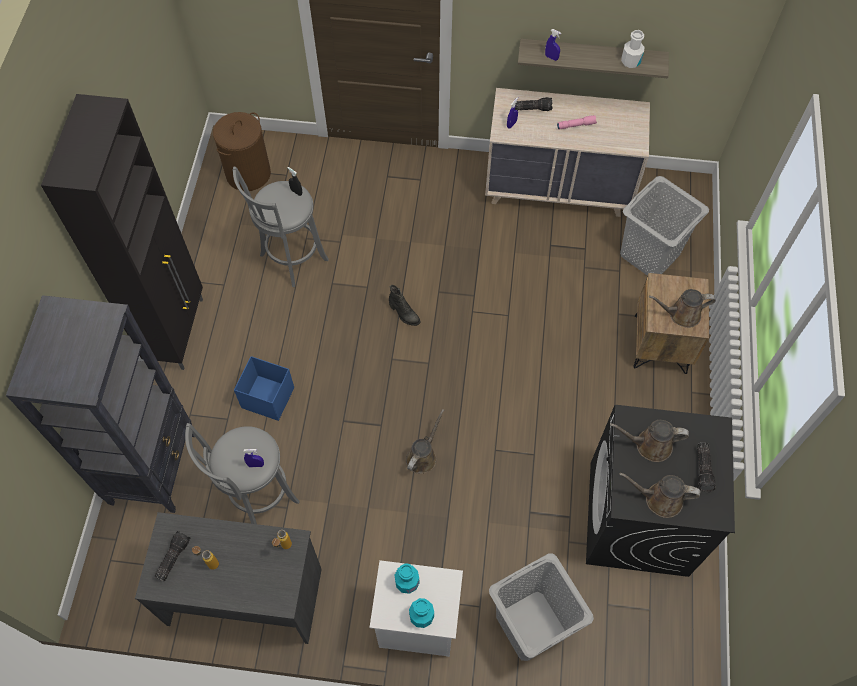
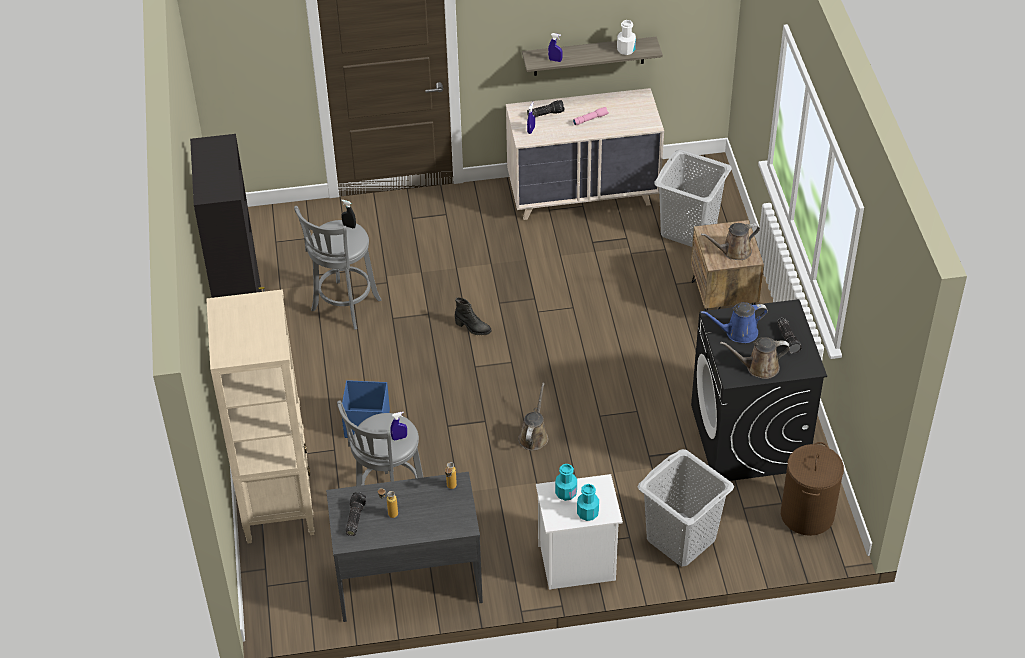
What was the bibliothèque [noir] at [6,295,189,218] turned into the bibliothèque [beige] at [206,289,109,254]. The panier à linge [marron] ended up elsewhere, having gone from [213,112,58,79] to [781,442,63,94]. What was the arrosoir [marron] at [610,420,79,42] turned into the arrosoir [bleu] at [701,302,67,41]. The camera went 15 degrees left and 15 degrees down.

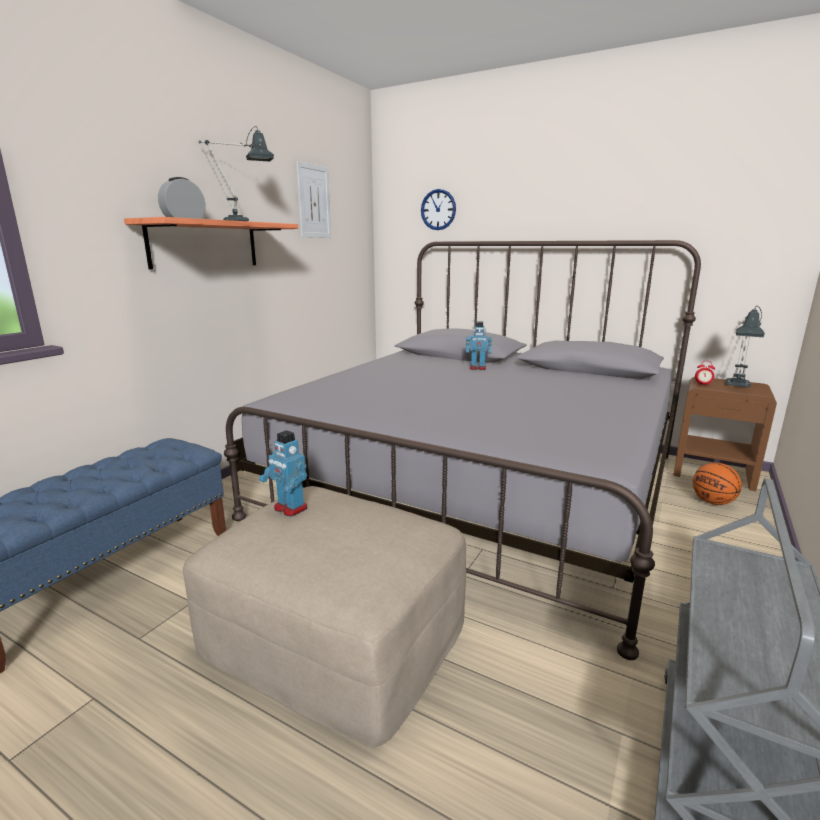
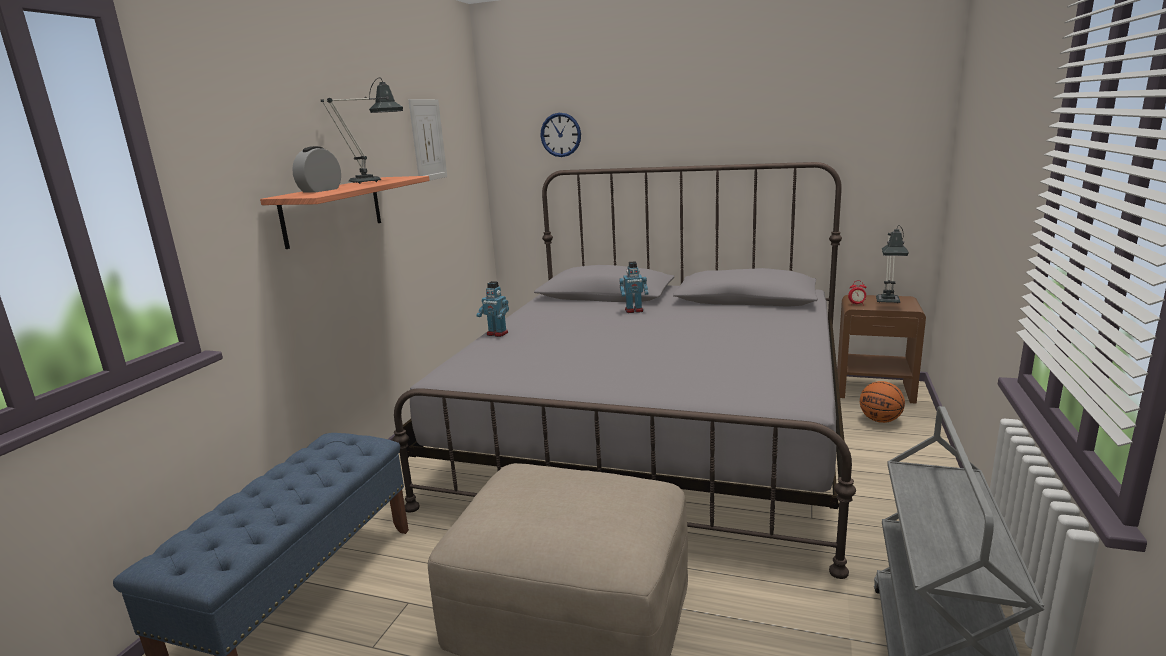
The robot jouet ended up elsewhere, having gone from [259,430,48,86] to [477,281,32,56]. The camera went 10 degrees left and 0 degrees up.

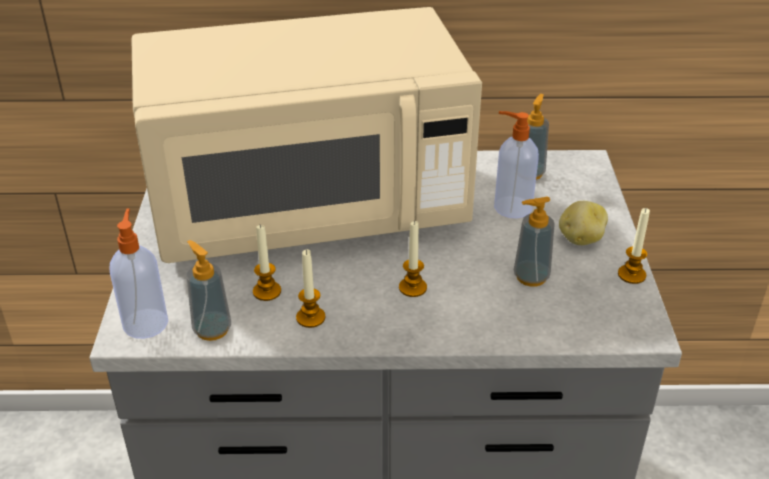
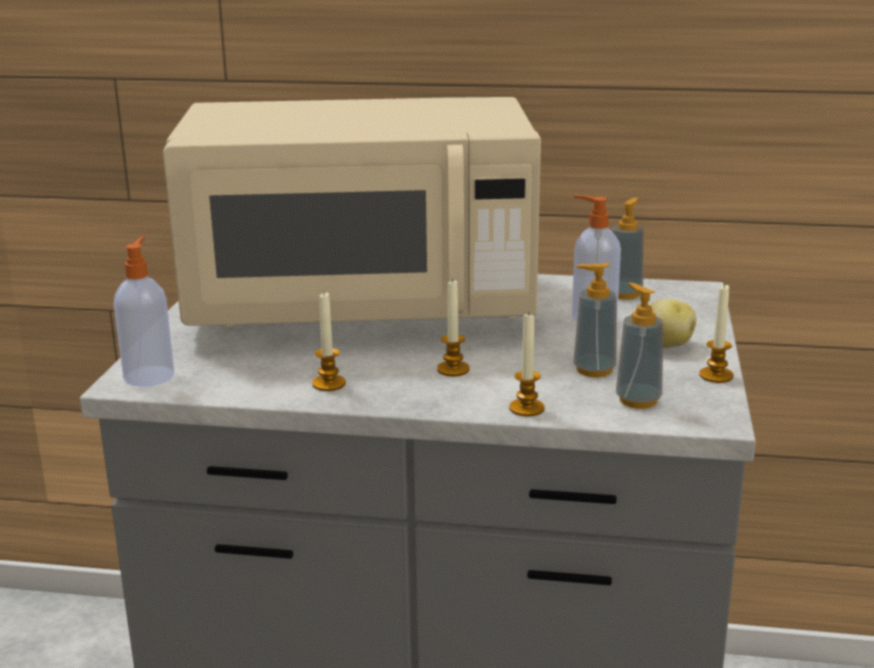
The distributeur de savon ended up elsewhere, having gone from [187,240,44,101] to [616,283,47,126]. The bougie ended up elsewhere, having gone from [253,225,28,76] to [509,313,36,104]. The camera went 10 degrees right and 15 degrees down.

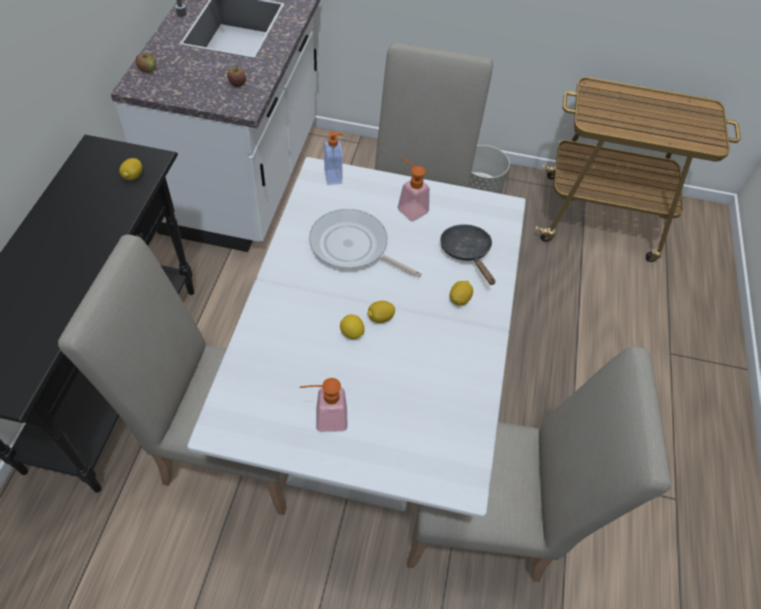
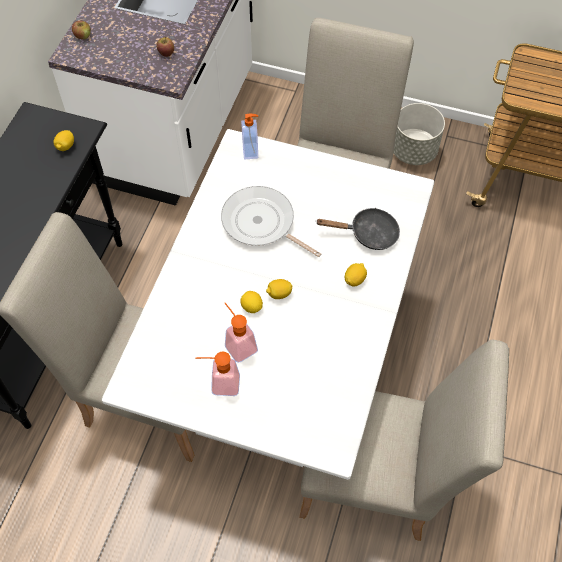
The distributeur de savon ended up elsewhere, having gone from [397,158,33,64] to [224,303,34,60]. The poêle [noir] at [440,224,55,61] ended up facing another way, 105 degrees clockwise from before. The camera went 10 degrees right and 5 degrees up.

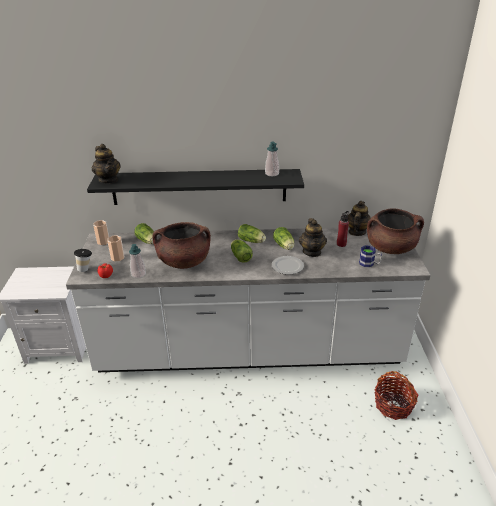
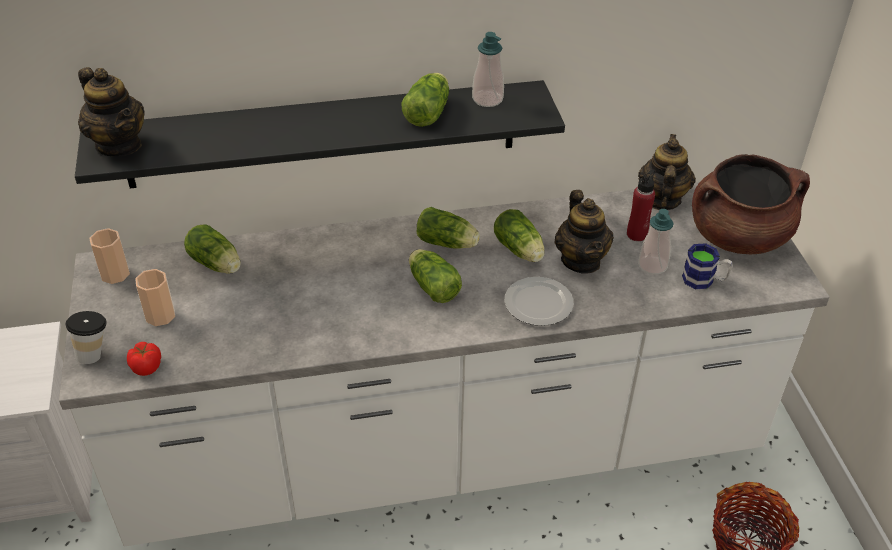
The distributeur de savon ended up elsewhere, having gone from [129,244,17,34] to [638,209,35,66]. The second view lost the marmite [marron] at [152,222,59,47]. The second view gained the laitue at [401,73,48,54]. The camera went 10 degrees left and 10 degrees up.

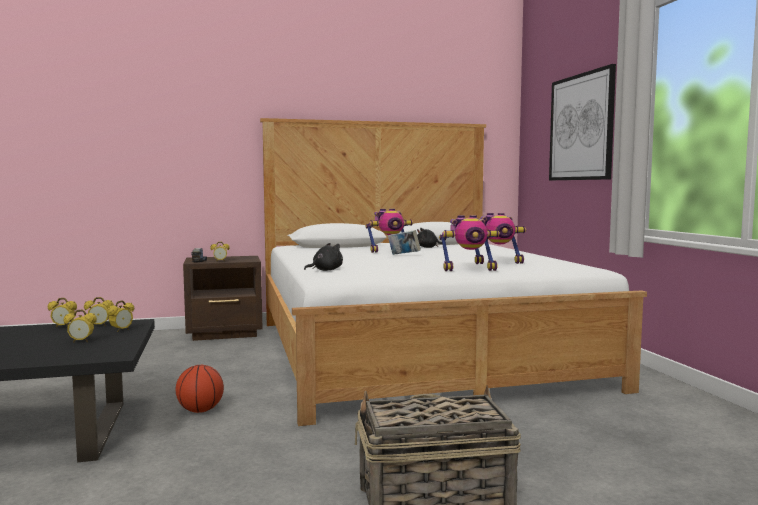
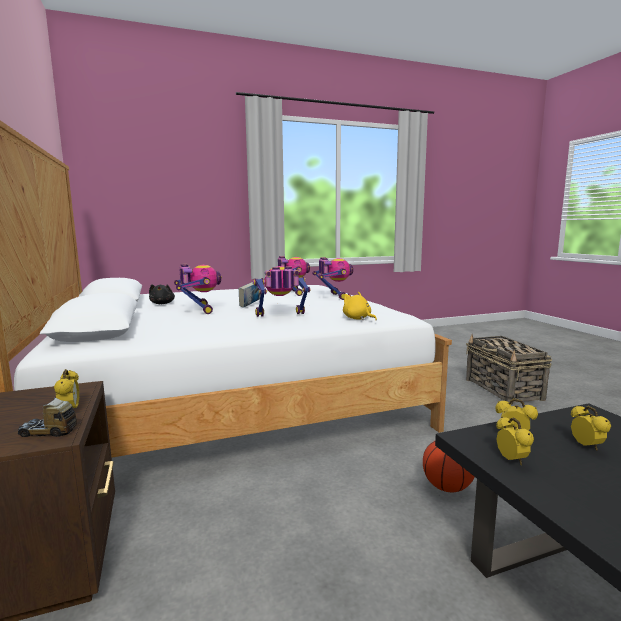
The second view lost the réveil at [48,298,29,29]. What was the peluche [noir] at [304,243,39,28] turned into the peluche [jaune] at [343,292,34,28]. The second view lost the tableau at [549,64,67,116]. The second view gained the robot jouet at [253,266,58,51]. The camera went 95 degrees left and 5 degrees up.

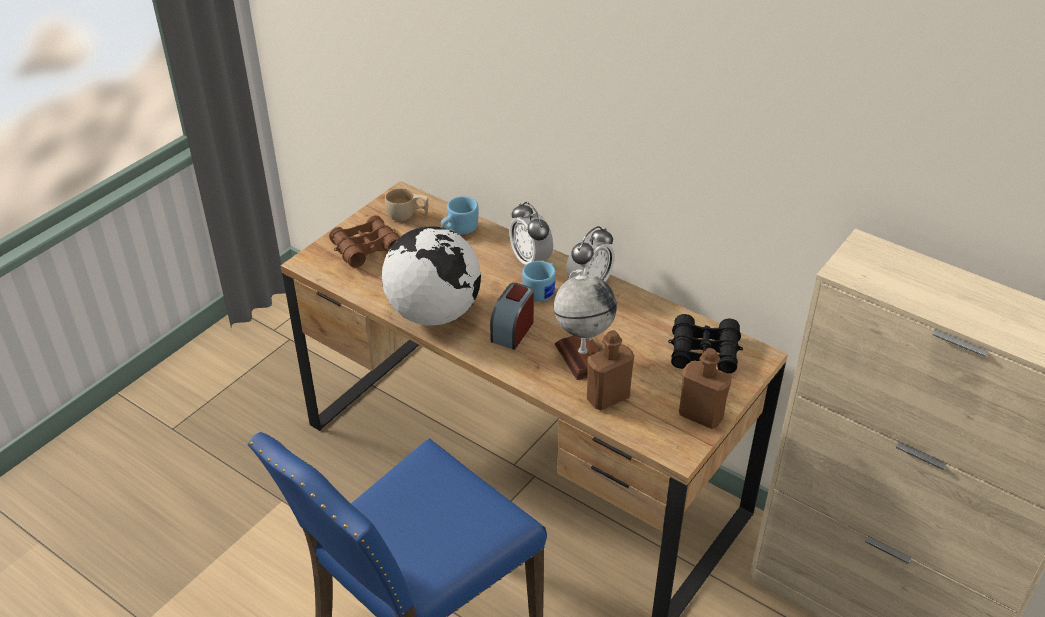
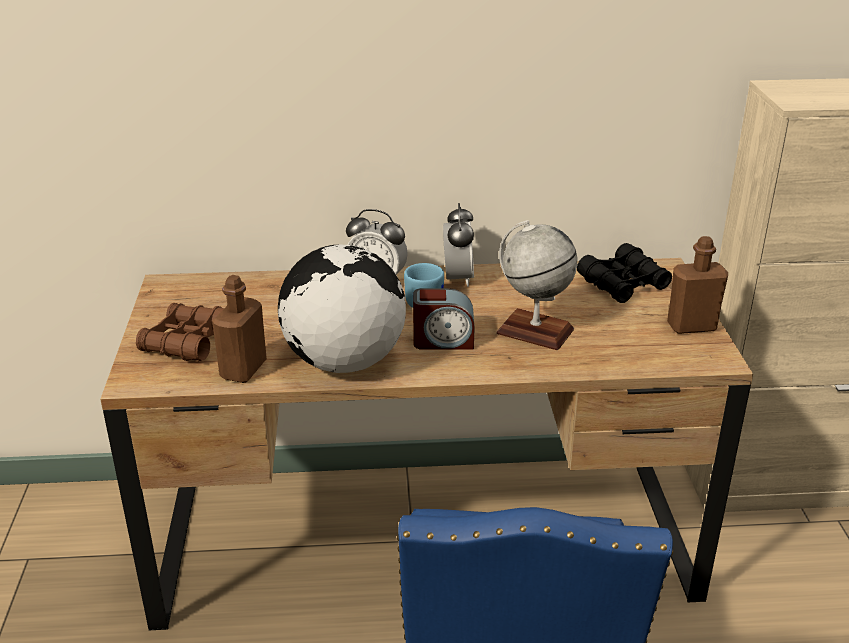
The second view lost the tasse [beige] at [385,188,43,33]. The second view lost the mug [bleu] at [441,196,37,38]. The réveil at [490,283,44,67] ended up facing another way, 75 degrees counterclockwise from before. The bouteille [marron] ended up elsewhere, having gone from [587,330,47,81] to [212,275,55,108]. The camera went 40 degrees left and 10 degrees down.

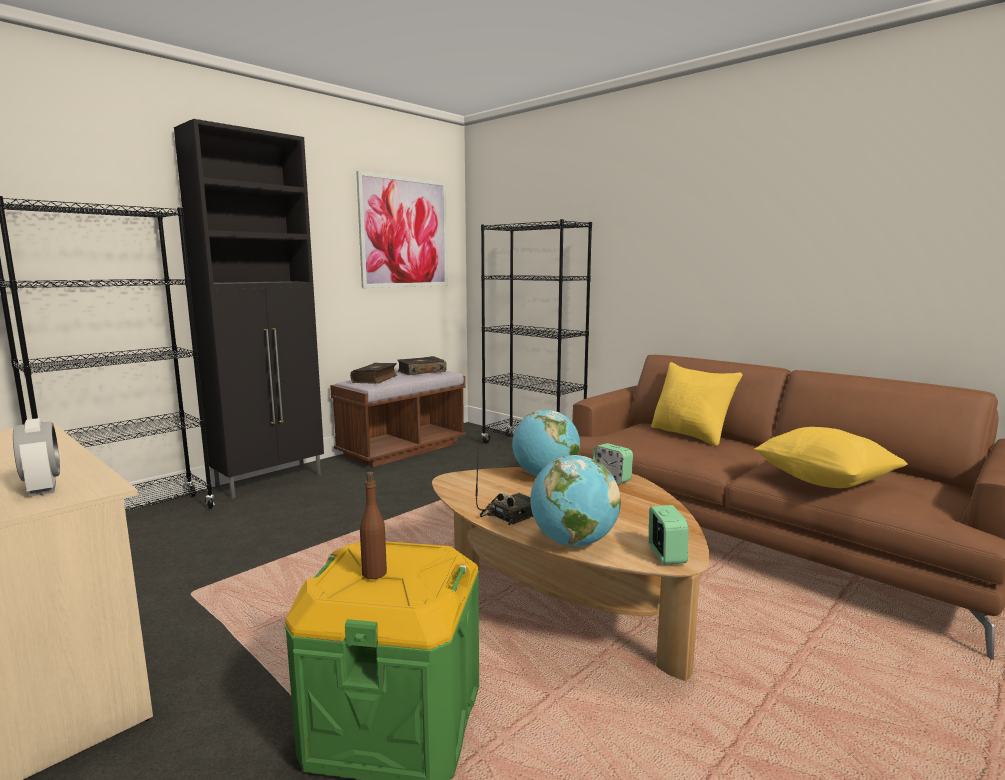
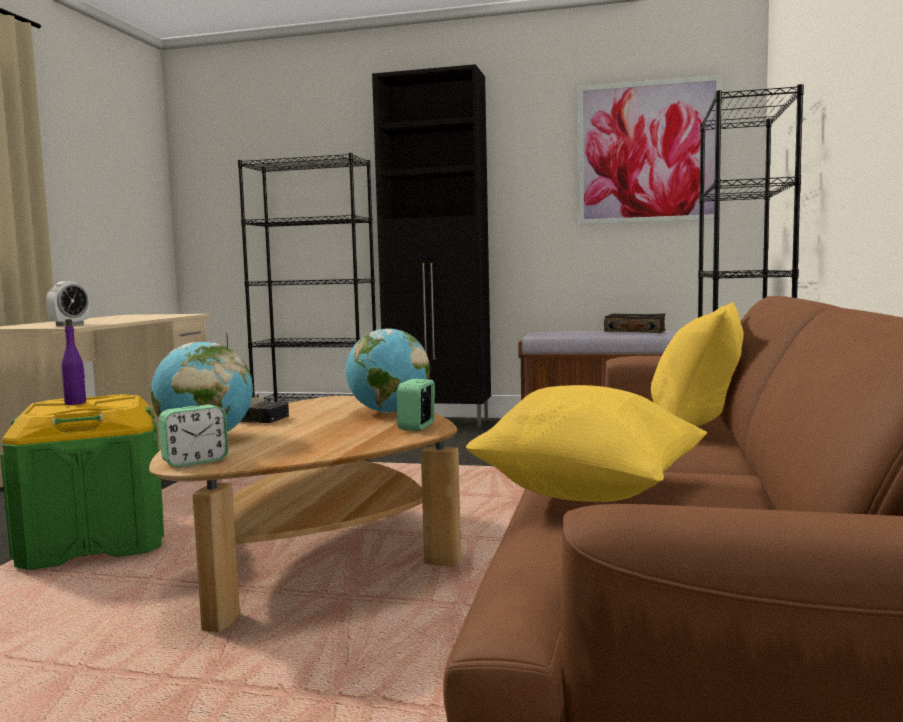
The second view lost the livre at [350,363,47,21]. What was the bouteille [marron] at [360,472,27,107] turned into the bouteille [violet] at [61,319,25,86]. The camera went 60 degrees right and 5 degrees down.

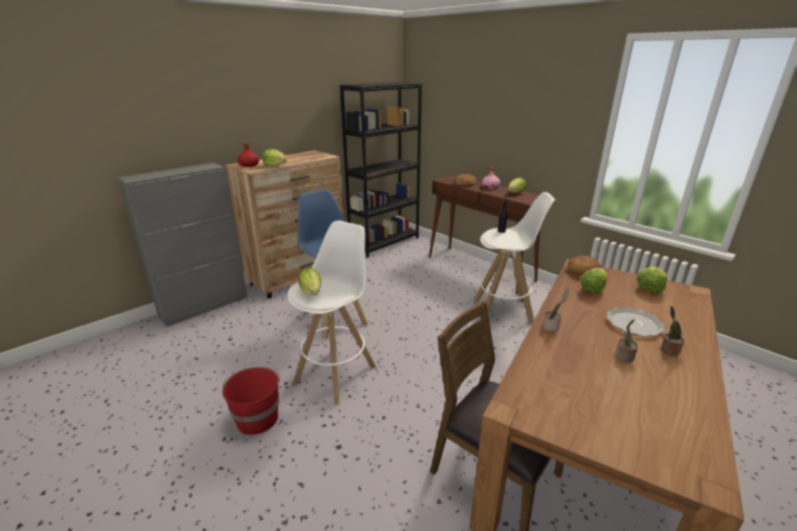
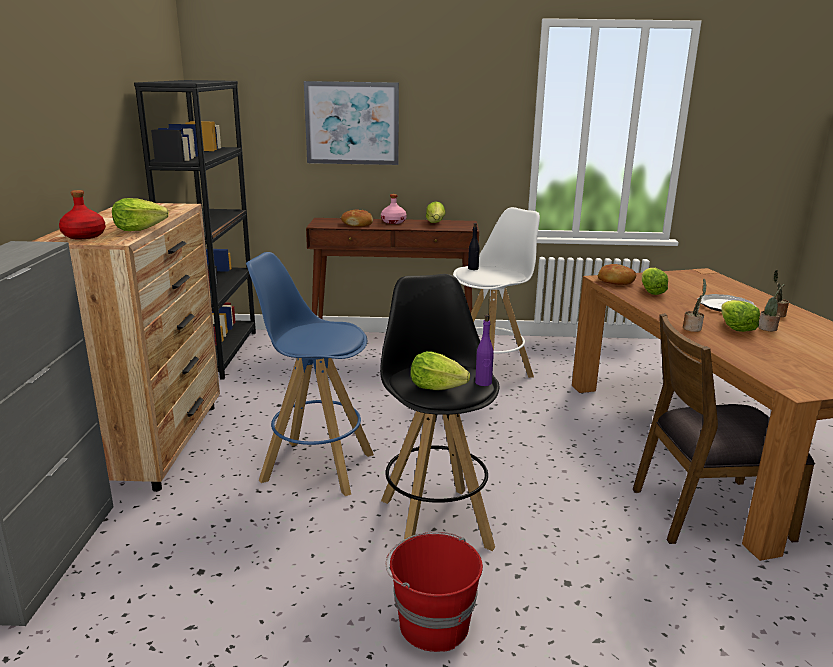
What was the tabouret [blanc] at [288,221,88,184] turned into the tabouret [noir] at [380,274,119,277]. The laitue ended up elsewhere, having gone from [637,267,30,26] to [721,300,39,32]. The second view gained the tableau at [304,81,95,84]. The second view gained the bouteille [violet] at [475,314,19,72]. The camera went 45 degrees left and 5 degrees down.

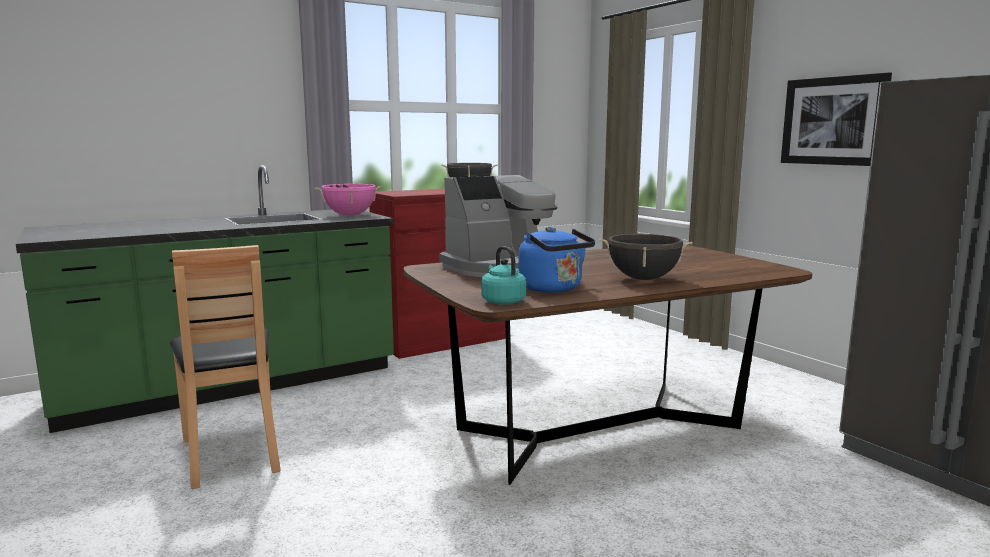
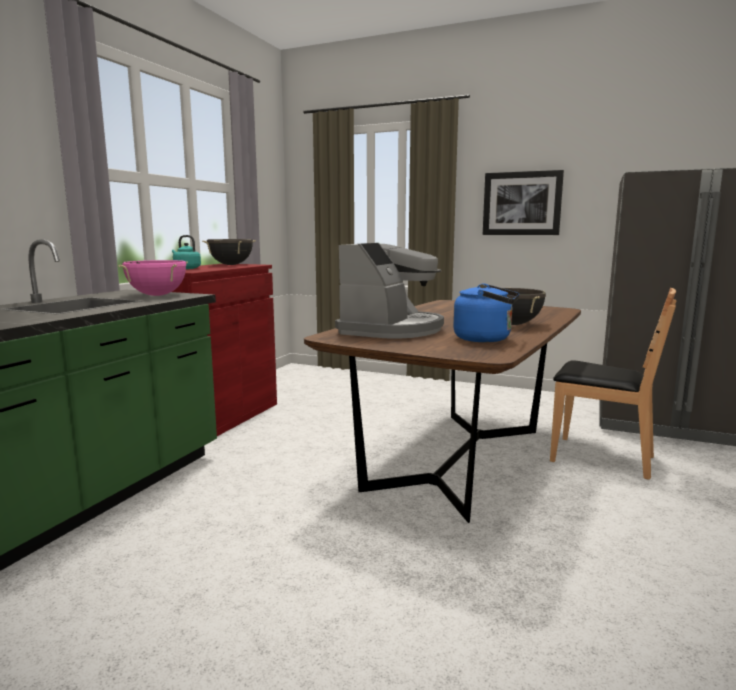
The chaise [marron] ended up elsewhere, having gone from [170,245,111,244] to [550,288,127,192]. The bouilloire [turquoise] ended up elsewhere, having gone from [481,246,45,59] to [172,235,29,34]. The camera went 35 degrees left and 0 degrees up.

